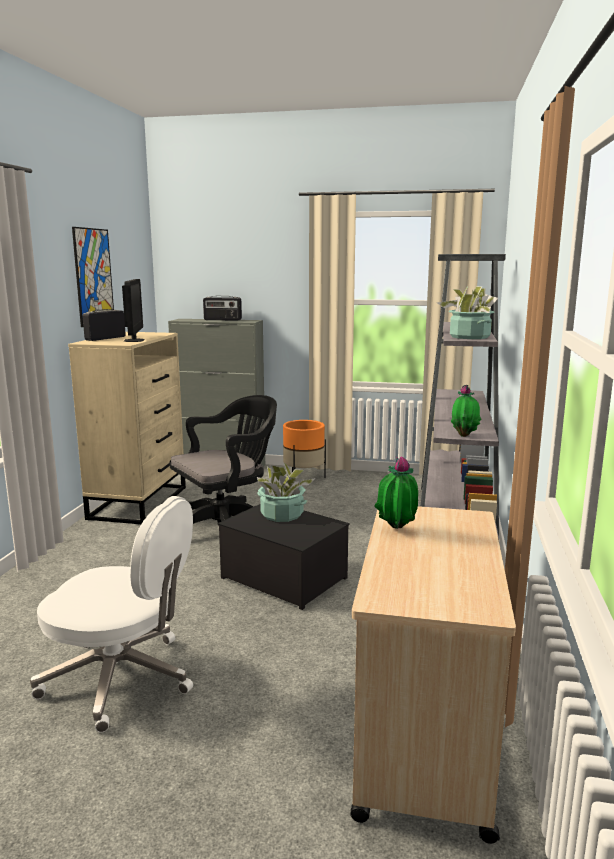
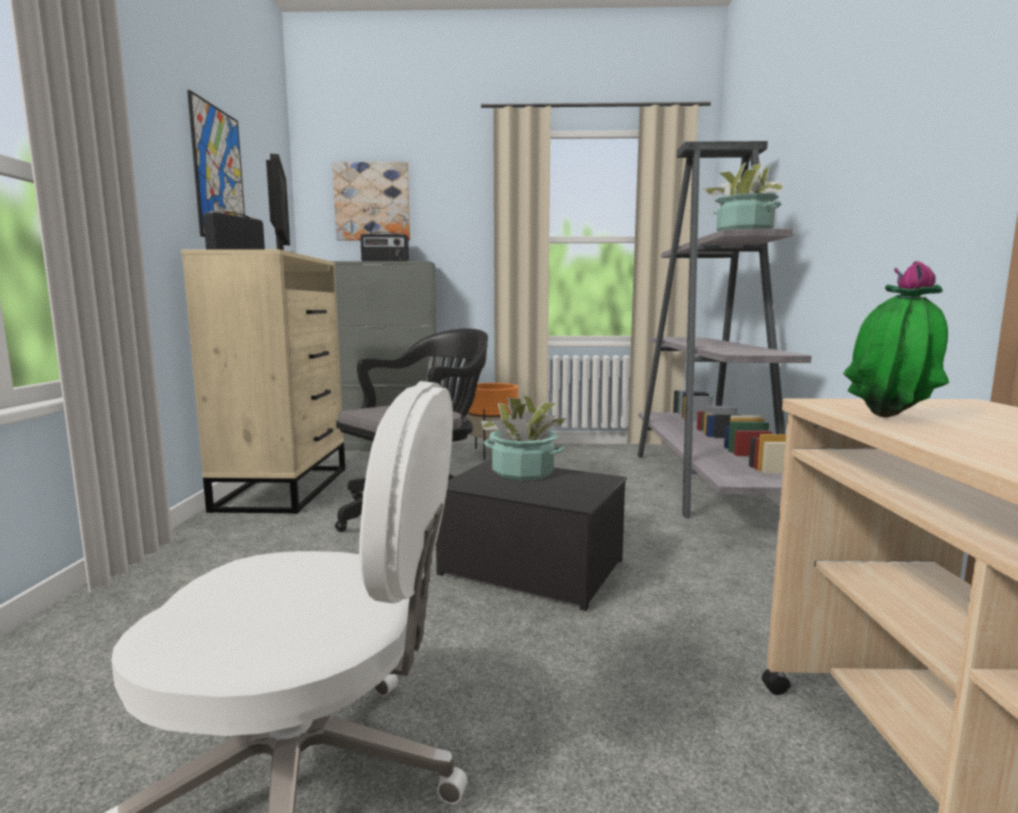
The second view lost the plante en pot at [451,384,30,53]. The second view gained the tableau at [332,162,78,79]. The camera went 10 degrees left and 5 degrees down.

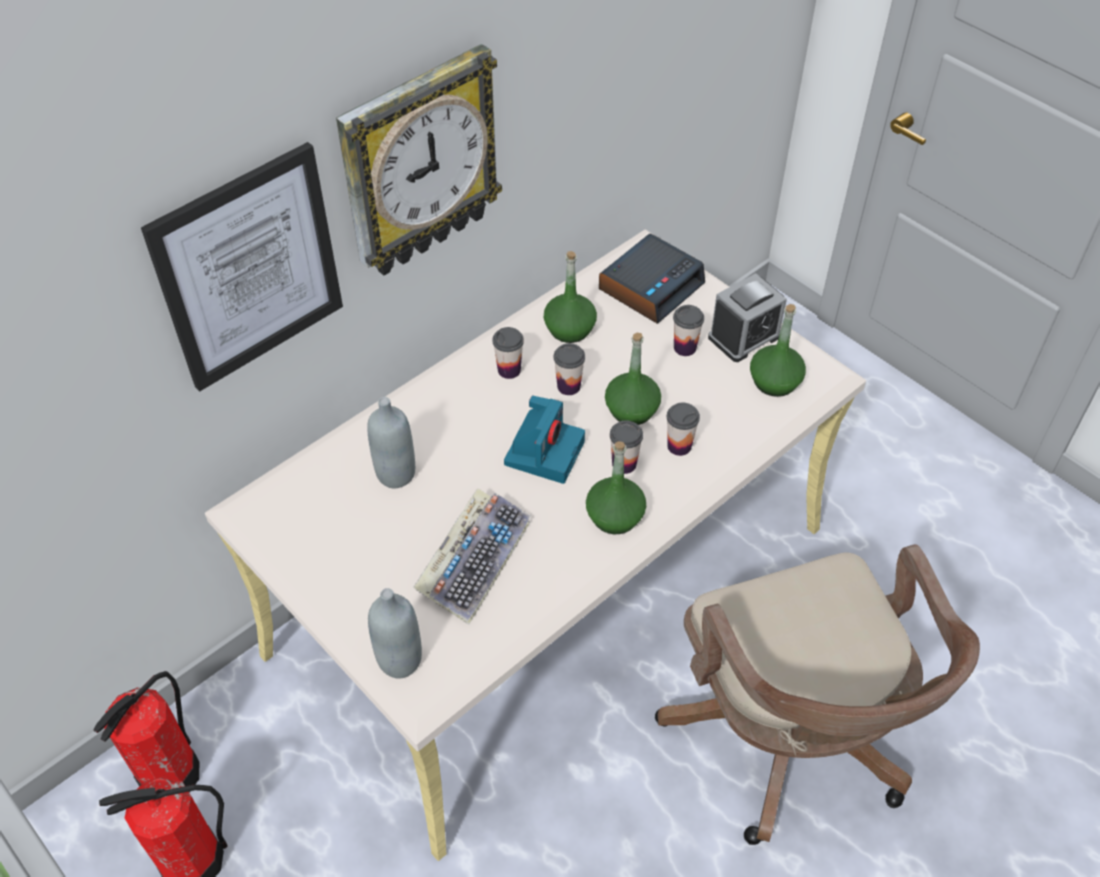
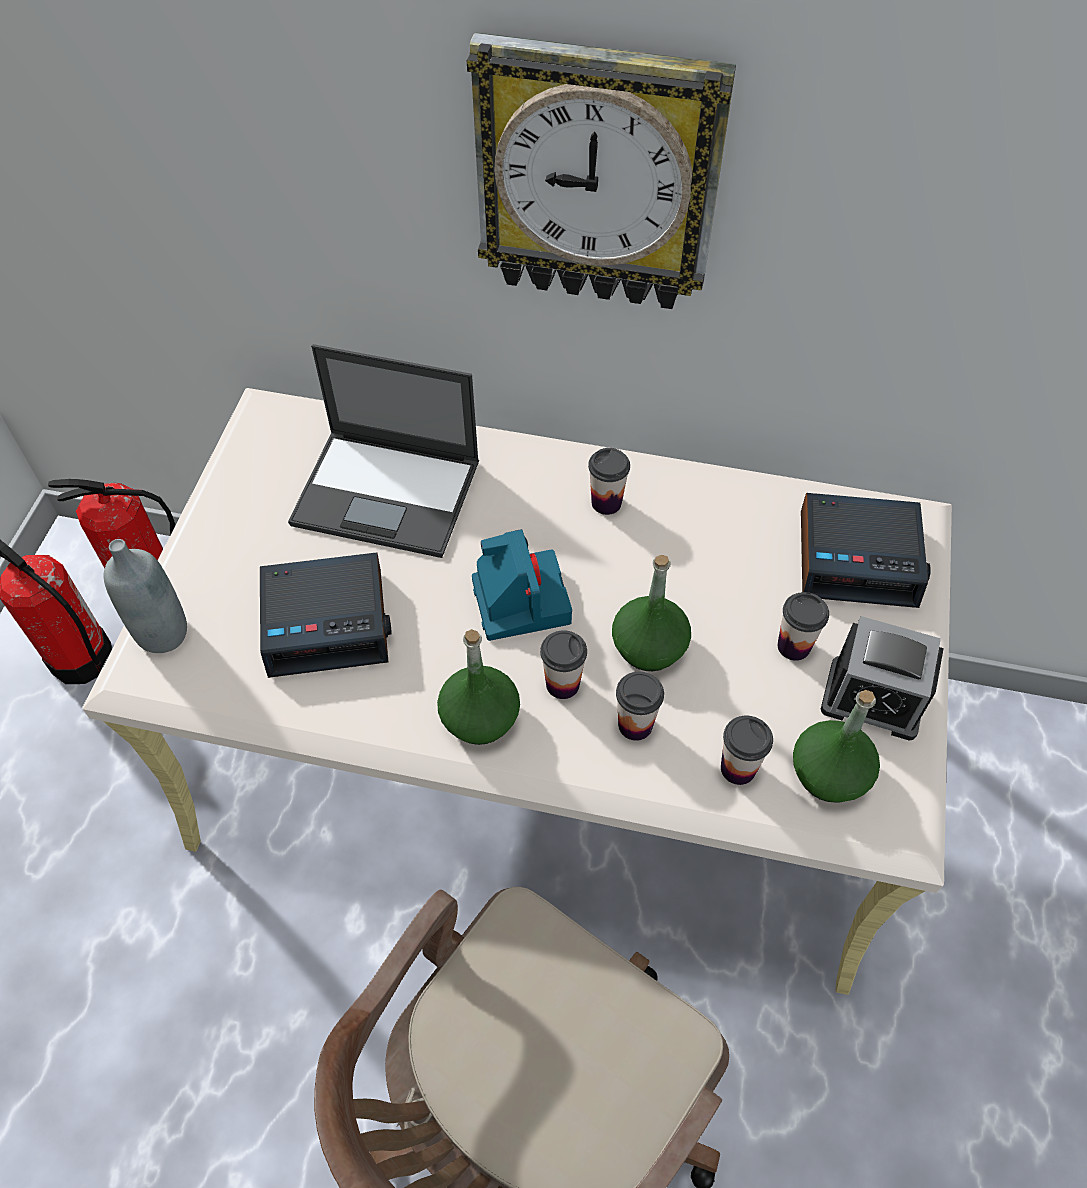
The second view lost the tableau at [141,142,202,249]. Where the bouteille [gris] stood at [367,397,48,92], the ordinateur portable came to stand at [288,344,191,214]. Where the clavier stood at [413,488,118,136], the réveil came to stand at [260,552,132,126]. The appareil photo at [504,396,81,88] ended up facing another way, 90 degrees counterclockwise from before. The second view lost the bouteille [vert] at [544,251,53,92]. The tasse ended up elsewhere, having gone from [554,343,31,52] to [721,716,52,69]. The camera went 55 degrees right and 5 degrees up.

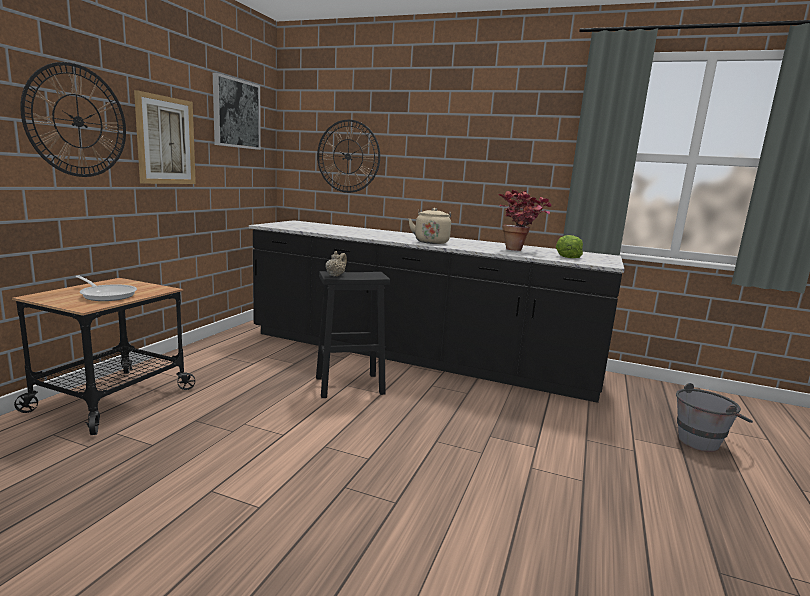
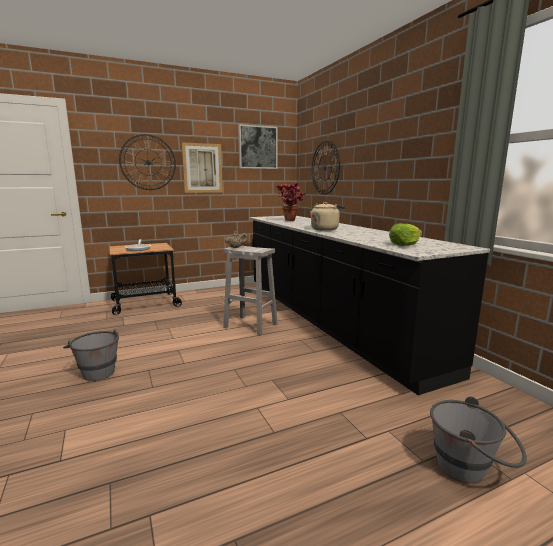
What was the tabouret [noir] at [316,271,74,127] turned into the tabouret [blanc] at [223,246,55,90]. The plante en pot ended up elsewhere, having gone from [499,190,52,61] to [276,183,30,38]. The second view gained the seau [gris] at [63,329,56,52]. The camera went 45 degrees right and 0 degrees up.

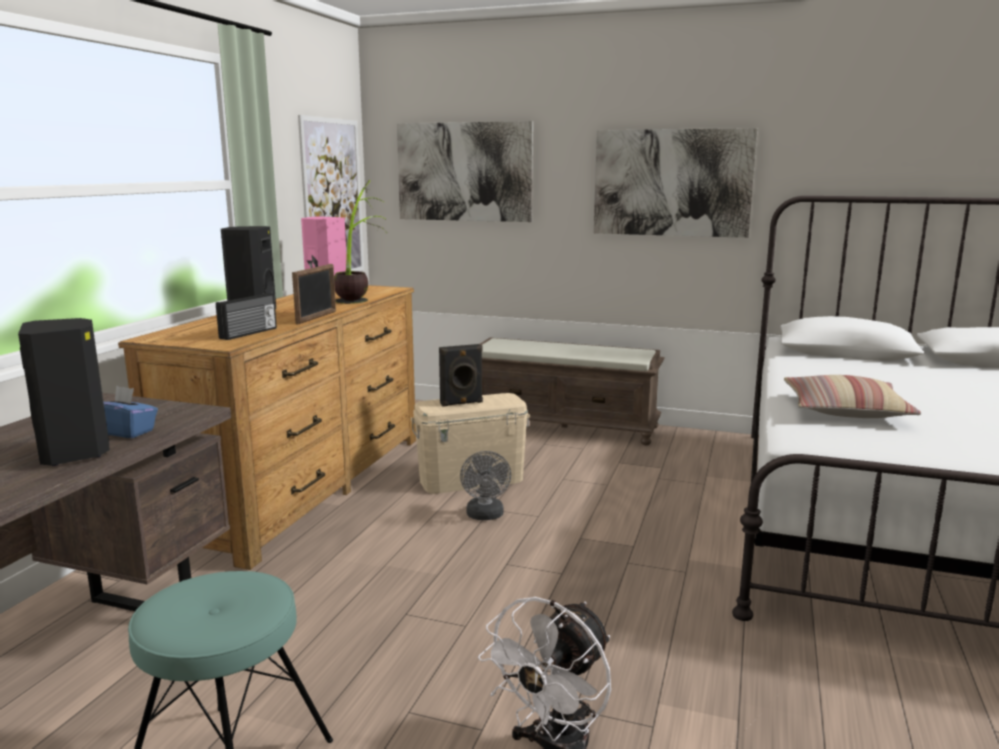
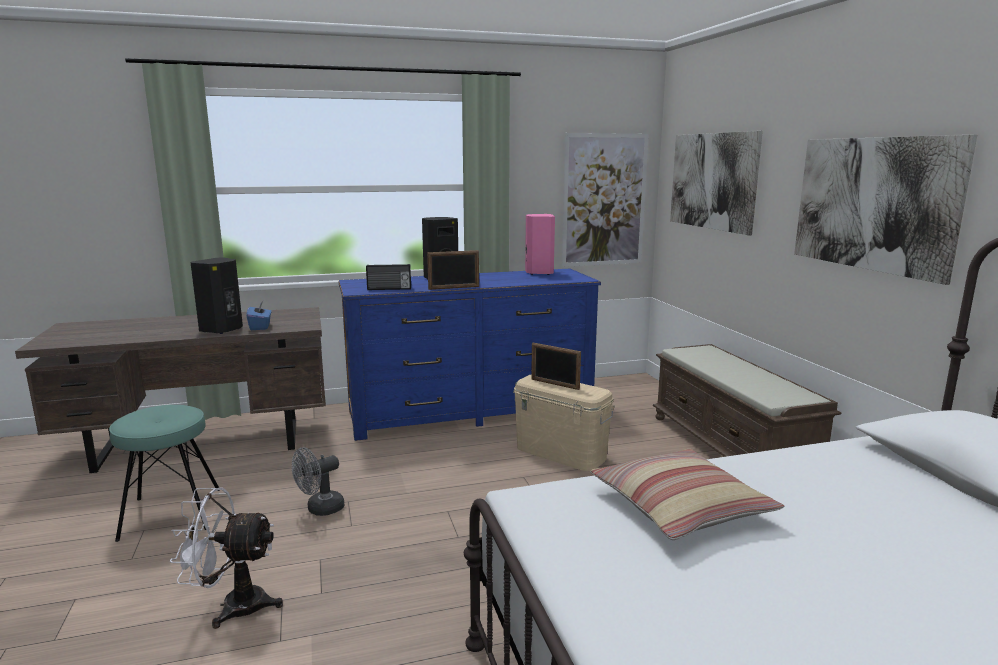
What was the commode [marron] at [118,285,298,285] turned into the commode [bleu] at [338,269,263,172]. The second view lost the plante en pot at [334,180,54,124]. Where the enceinte [noir] stood at [439,344,44,63], the cadre photo came to stand at [531,343,50,47]. The ventilateur [gris] ended up elsewhere, having gone from [460,451,51,69] to [292,447,52,69]. The camera went 55 degrees right and 0 degrees up.

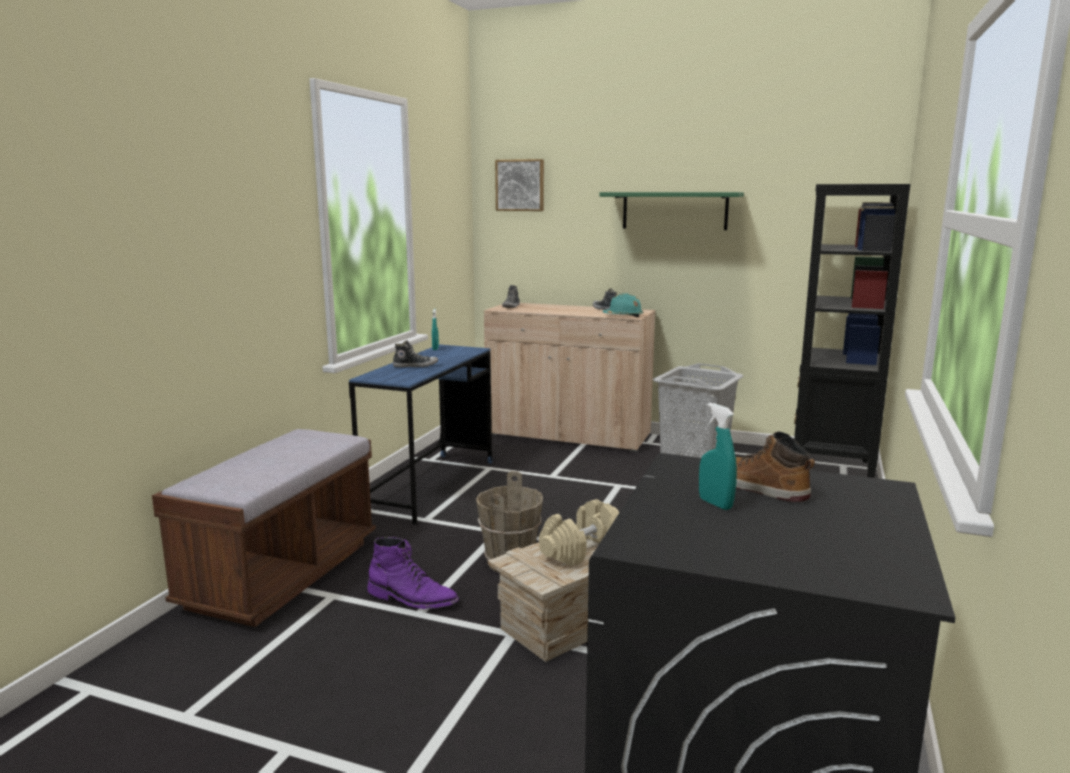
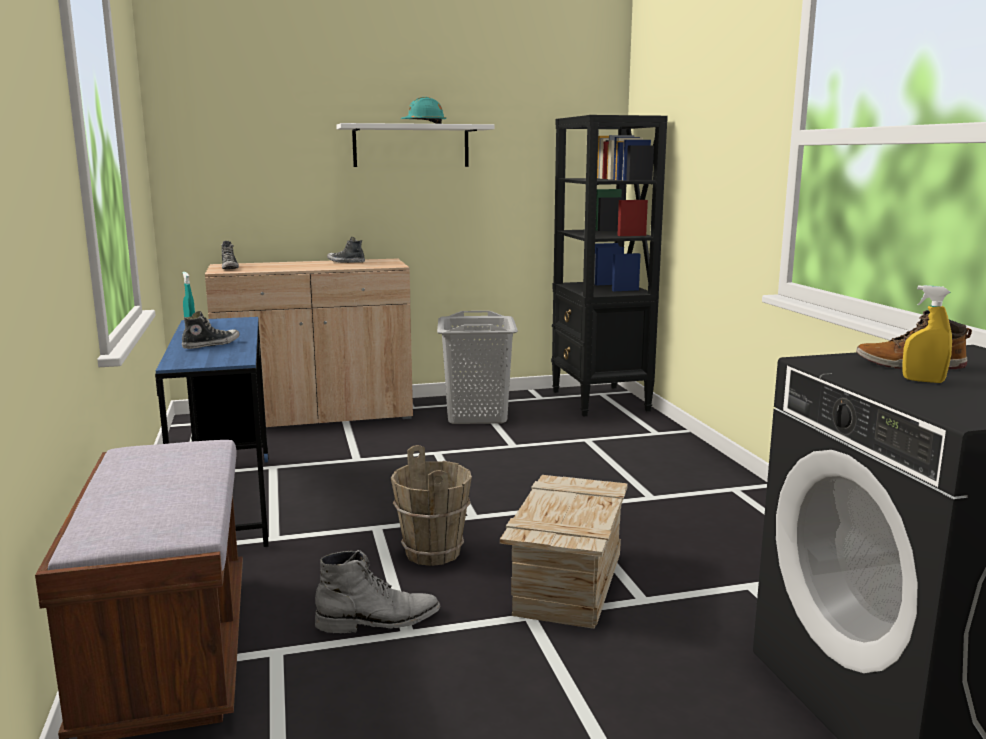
What was the botte [violet] at [367,537,92,72] turned into the botte [gris] at [315,550,125,83]. The second view lost the tableau at [495,159,49,52]. The second view lost the haltère [beige] at [539,499,80,67]. What was the étagère [vert] at [600,192,144,38] turned into the étagère [blanc] at [336,123,159,44]. The casque de chantier [turquoise] ended up elsewhere, having gone from [603,293,41,24] to [401,97,45,27]. What was the vaporisateur [turquoise] at [699,403,38,107] turned into the vaporisateur [jaune] at [902,285,50,98]. The camera went 35 degrees left and 0 degrees up.

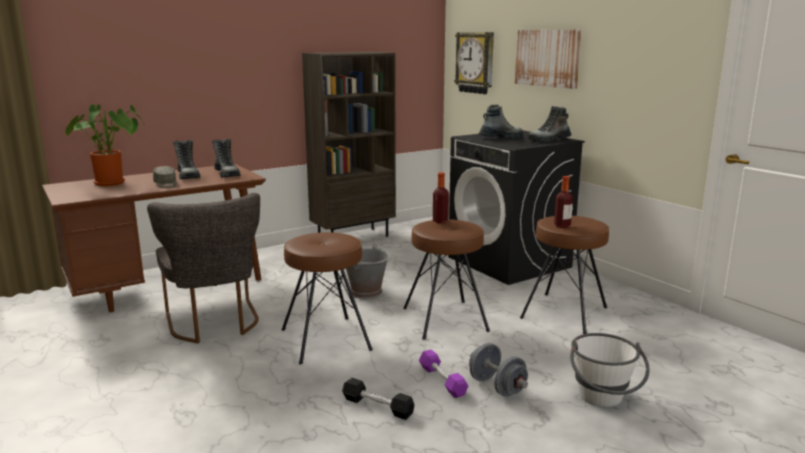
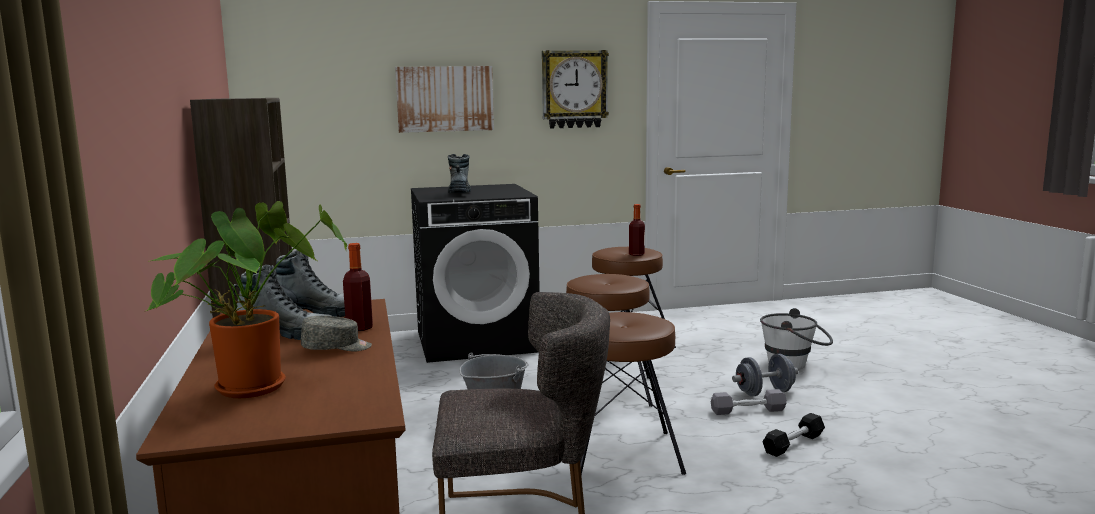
What was the haltère [violet] at [419,349,49,49] turned into the haltère [gris] at [711,389,76,26]. The bouteille ended up elsewhere, having gone from [433,172,16,51] to [343,243,30,88]. The horloge murale ended up elsewhere, having gone from [454,32,40,62] to [542,50,67,79]. The second view lost the botte at [528,106,43,36]. The camera went 70 degrees left and 5 degrees down.

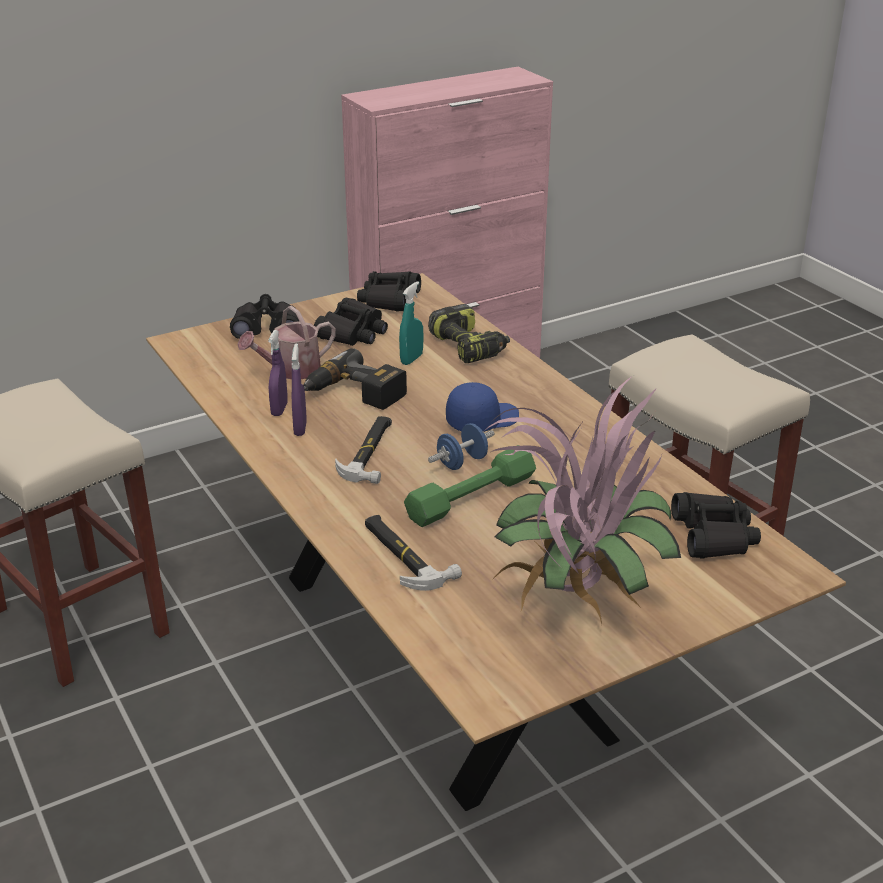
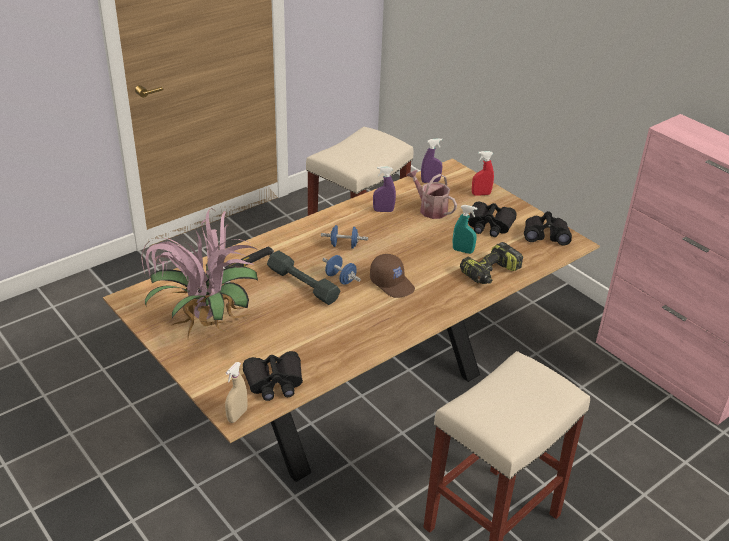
Where the jumelles [noir] stood at [230,294,70,45], the vaporisateur [rouge] came to stand at [472,151,22,45]. The vaporisateur [violet] ended up elsewhere, having gone from [291,343,16,93] to [421,138,21,45]. The second view lost the perceuse at [303,348,104,62]. Where the marteau stood at [335,416,57,68], the haltère [bleu] came to stand at [321,225,47,24]. What was the haltère [vert] at [404,445,132,82] turned into the haltère [gris] at [267,250,74,55]. What was the casquette [bleu] at [446,382,73,50] turned into the casquette [marron] at [370,254,45,44]. The second view gained the vaporisateur [beige] at [225,362,23,61]. The camera went 80 degrees right and 5 degrees up.

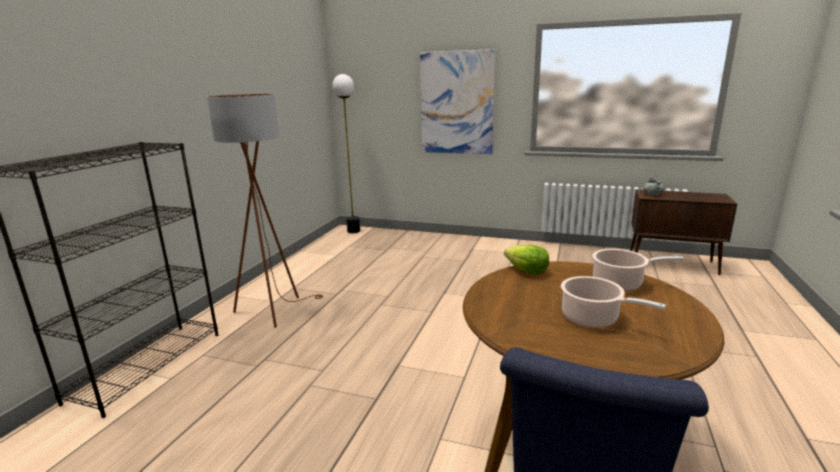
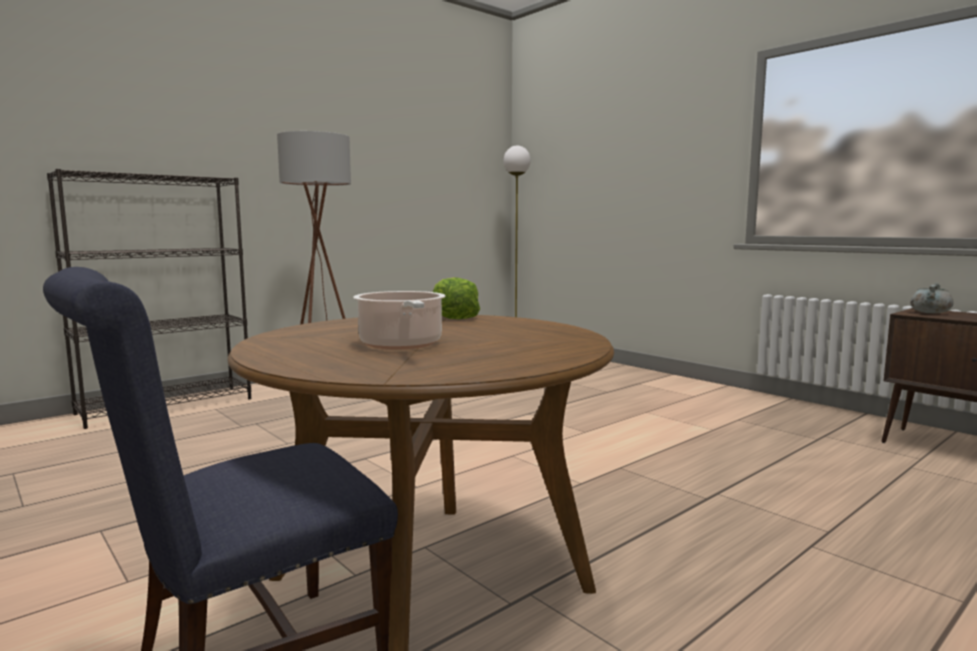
The second view lost the tableau at [420,49,75,105]. The second view lost the marmite at [592,249,92,42]. The camera went 30 degrees right and 10 degrees down.

